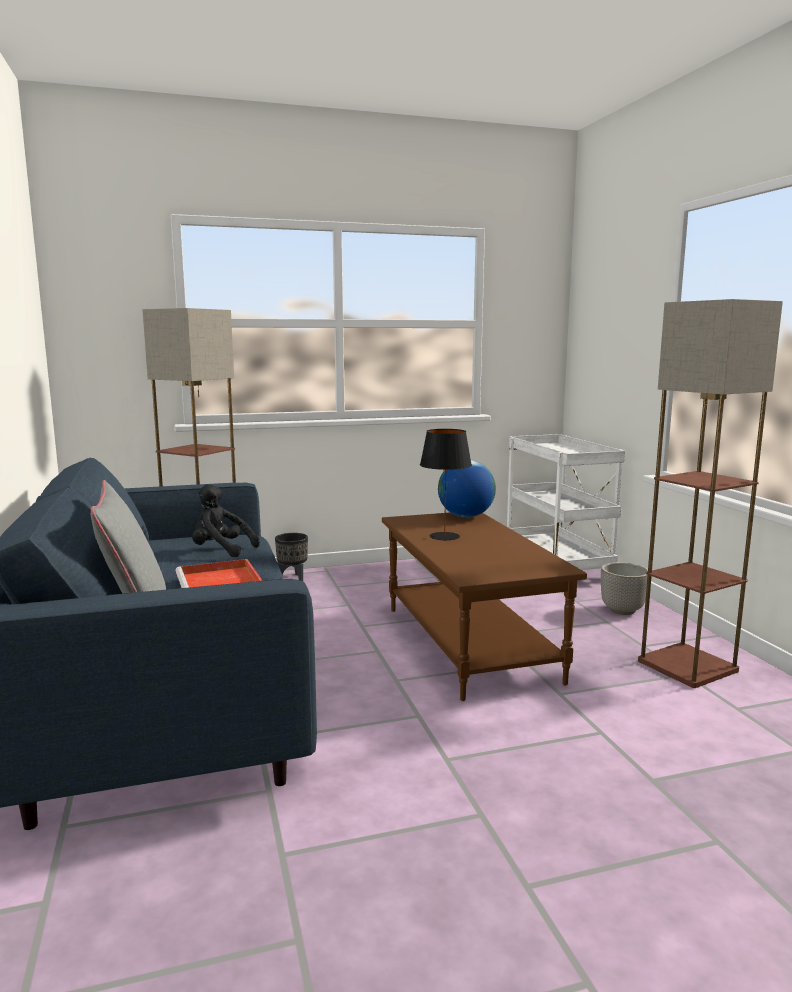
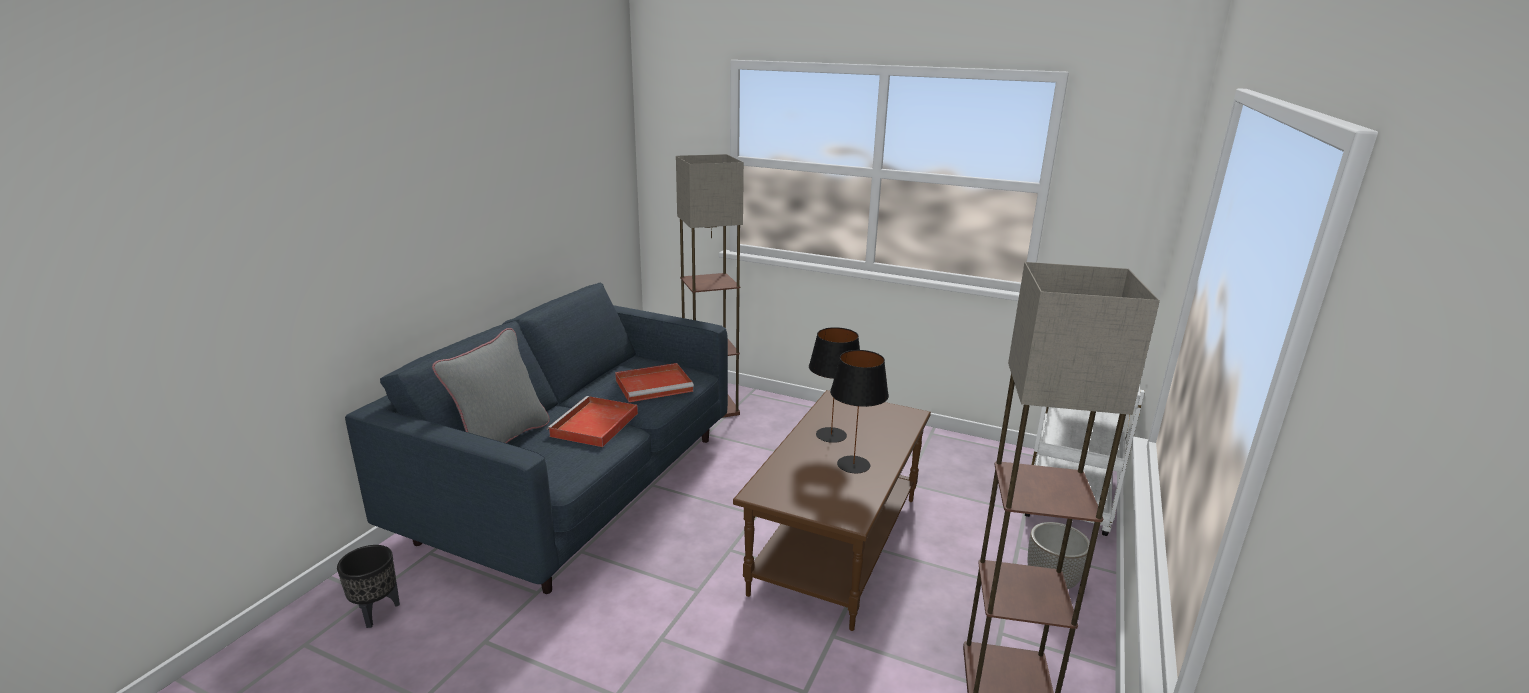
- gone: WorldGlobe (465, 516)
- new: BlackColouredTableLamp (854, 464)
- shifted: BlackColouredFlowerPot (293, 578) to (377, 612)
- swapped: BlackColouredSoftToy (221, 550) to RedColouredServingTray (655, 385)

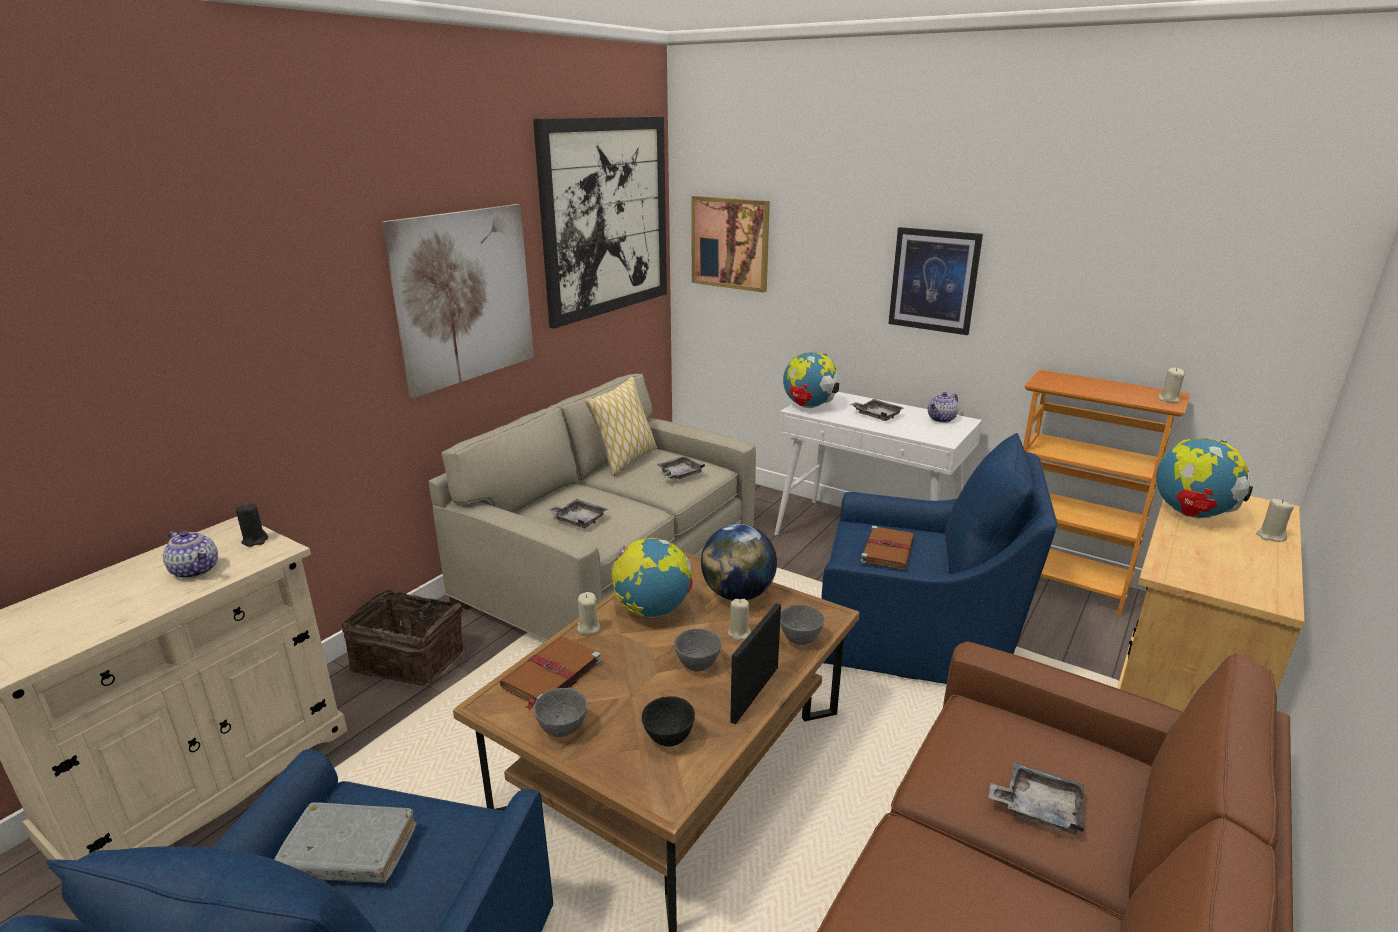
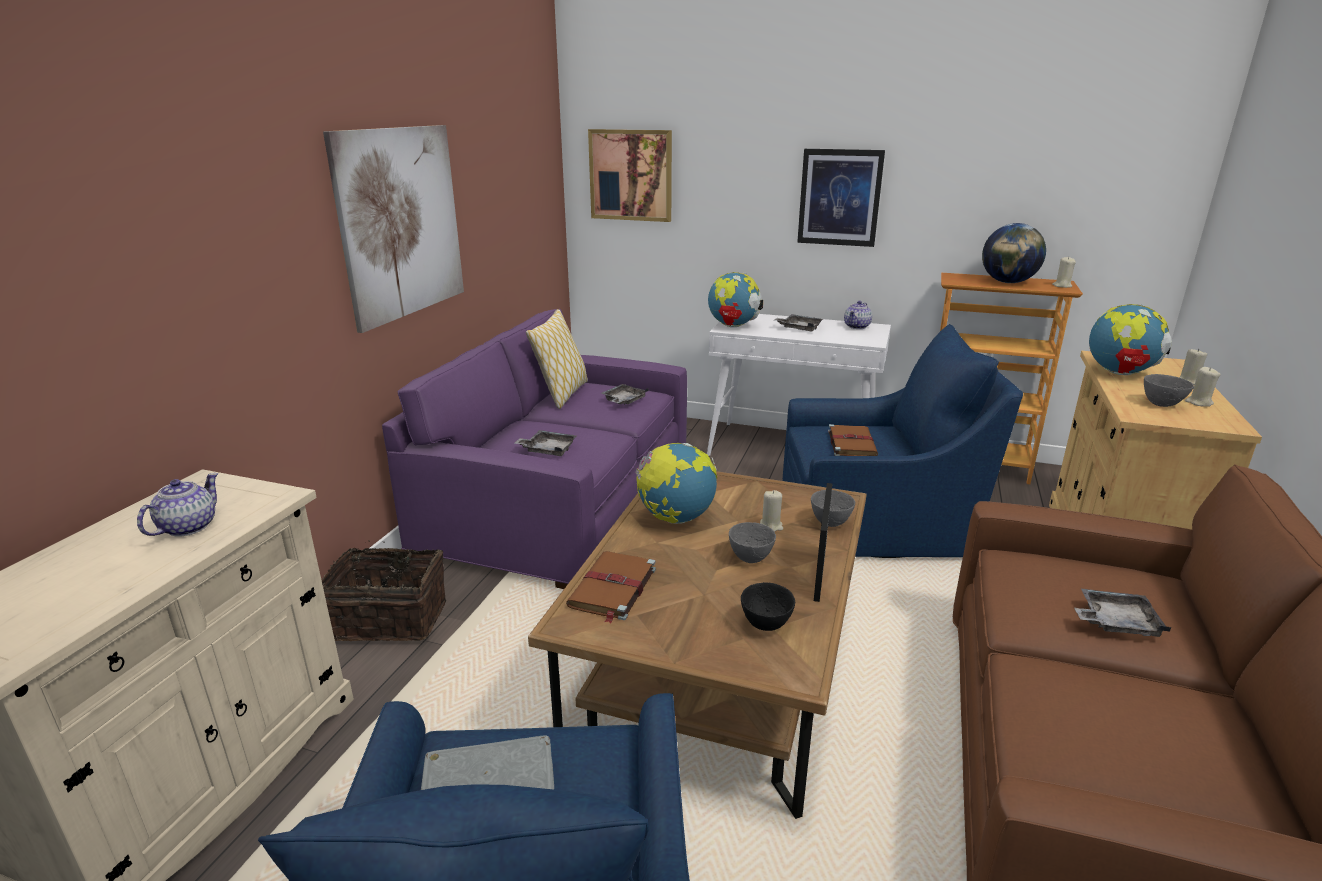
- gone: BlackColouredWaxCandle (255, 540)
- gone: WallPicture (606, 217)
- shifted: GrayServingBowl (563, 729) to (1161, 404)
- shifted: BeigeColouredWaxCandle (588, 628) to (1198, 403)
- shifted: WorldGlobe (738, 594) to (1008, 282)
- repainted: BeigeColouredSettee (610, 563) to PurplishSettee (560, 499)
- rotated: PotForTea (195, 570) = (187, 527) 90 degrees counterclockwise

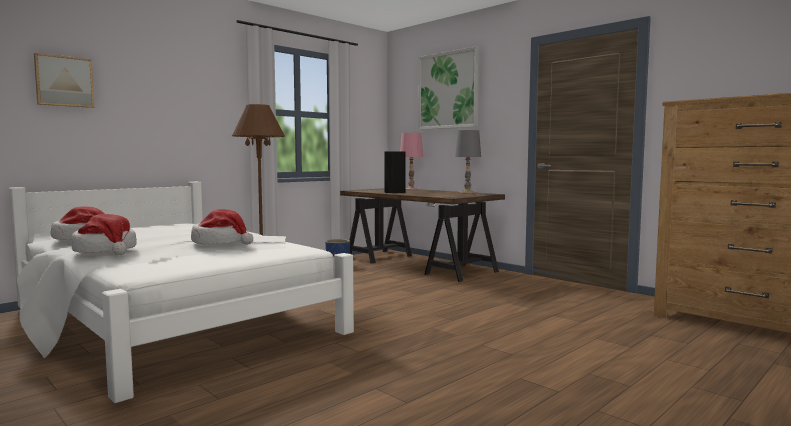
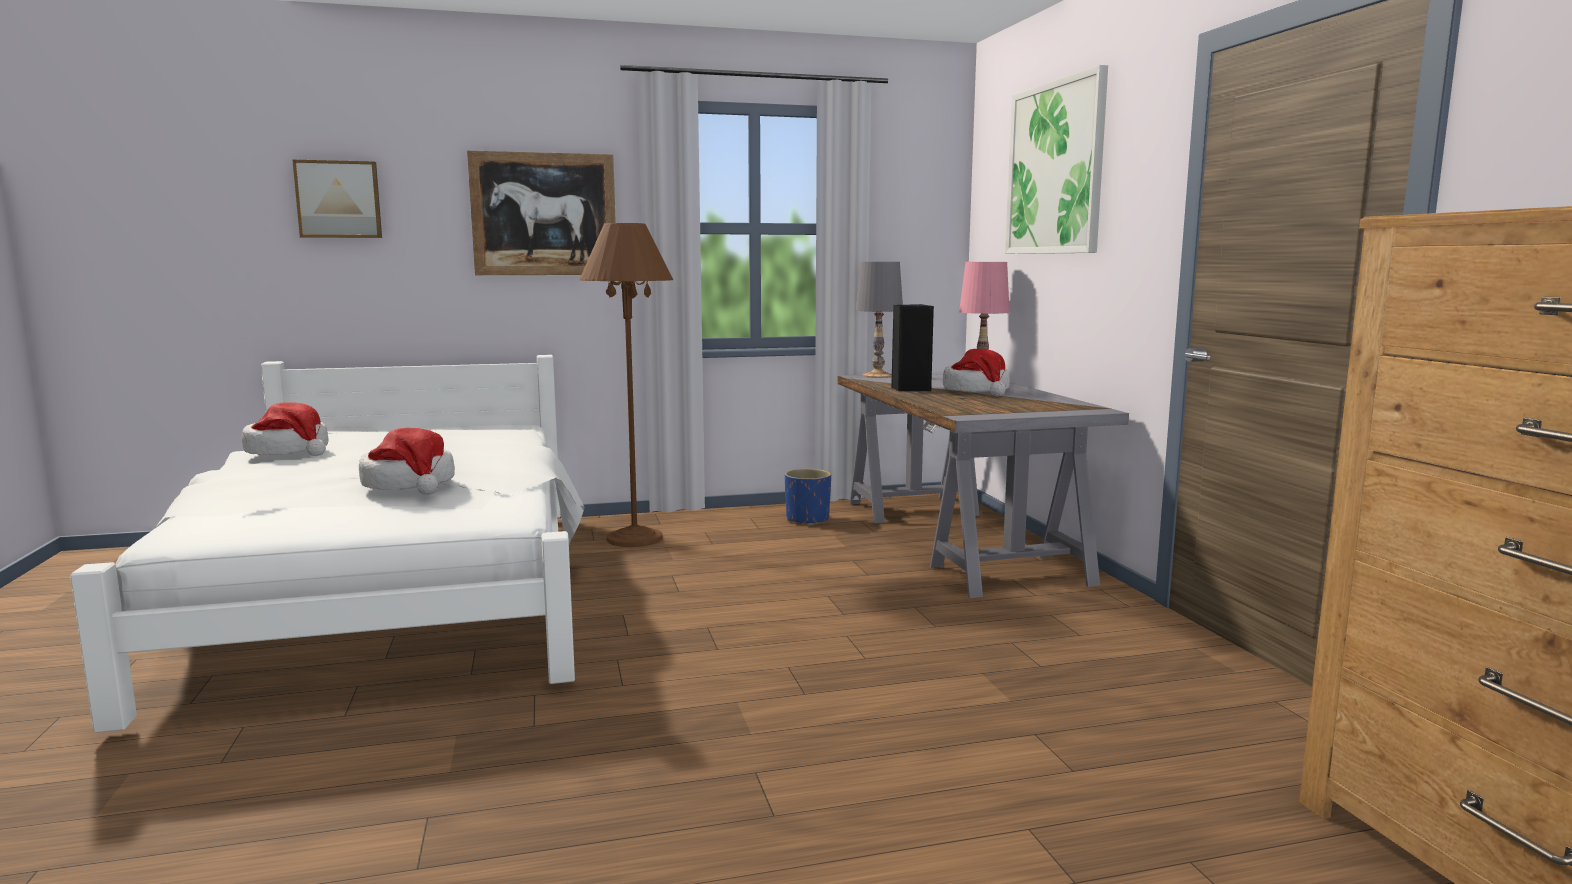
- new: WallPicture (544, 214)
- shifted: ClothingHat (106, 250) to (977, 391)
- shifted: GrayTableLamp (467, 192) to (878, 376)
- repainted: BrownColouredDesk (418, 264) to GrayDesk (958, 538)

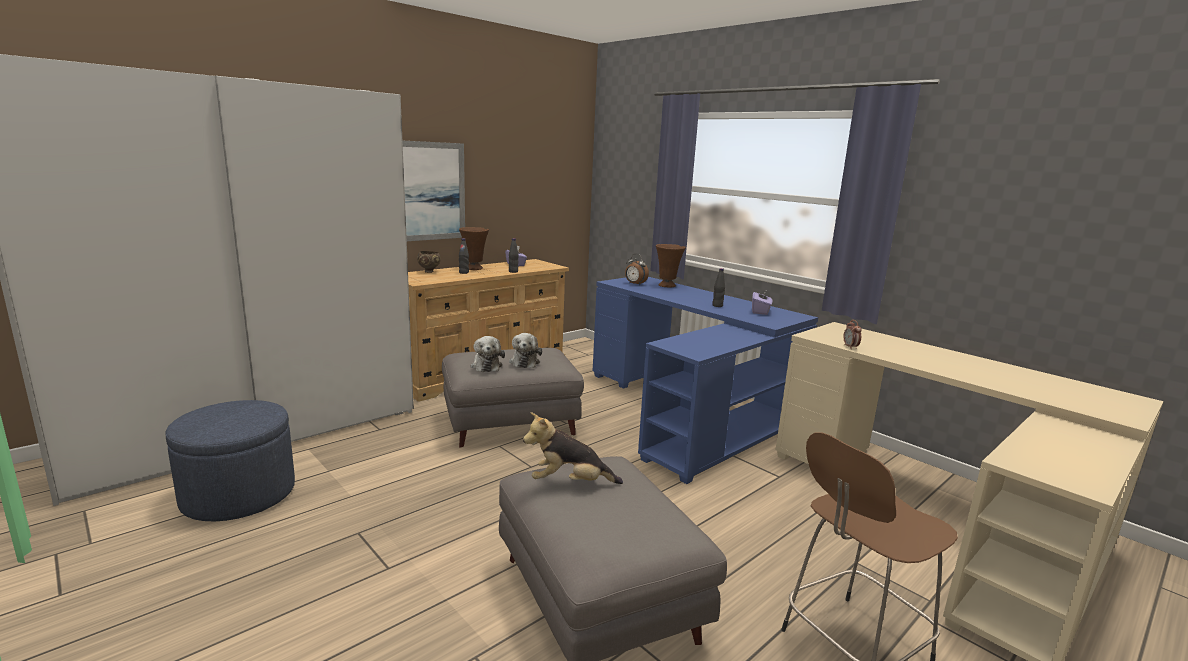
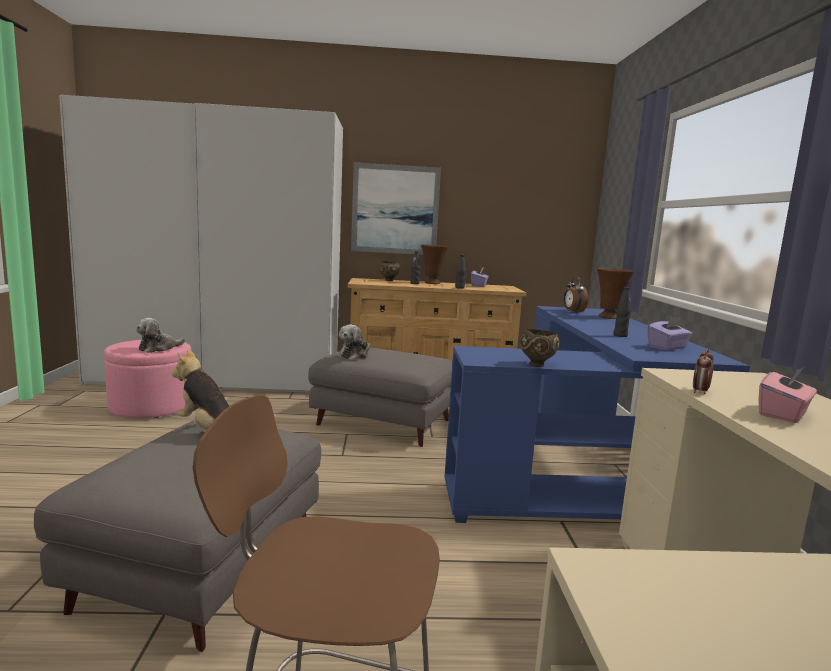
- new: BrownColouredServingBowl (537, 365)
- new: PinkishTissueBox (783, 414)
- shifted: SoftToy (525, 362) to (159, 348)
- repainted: BlueColouredOttoman (239, 495) to PinkishOttoman (151, 407)

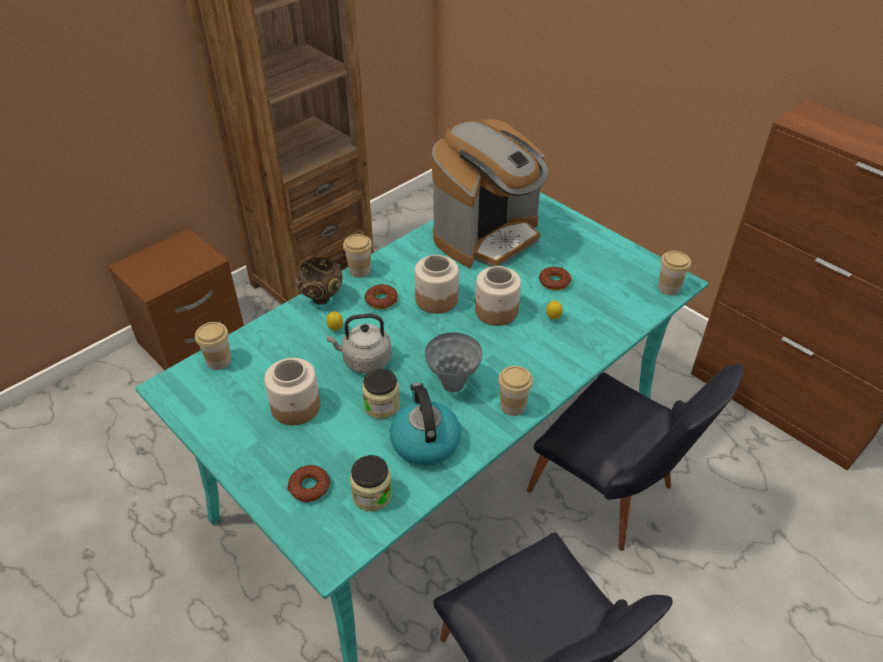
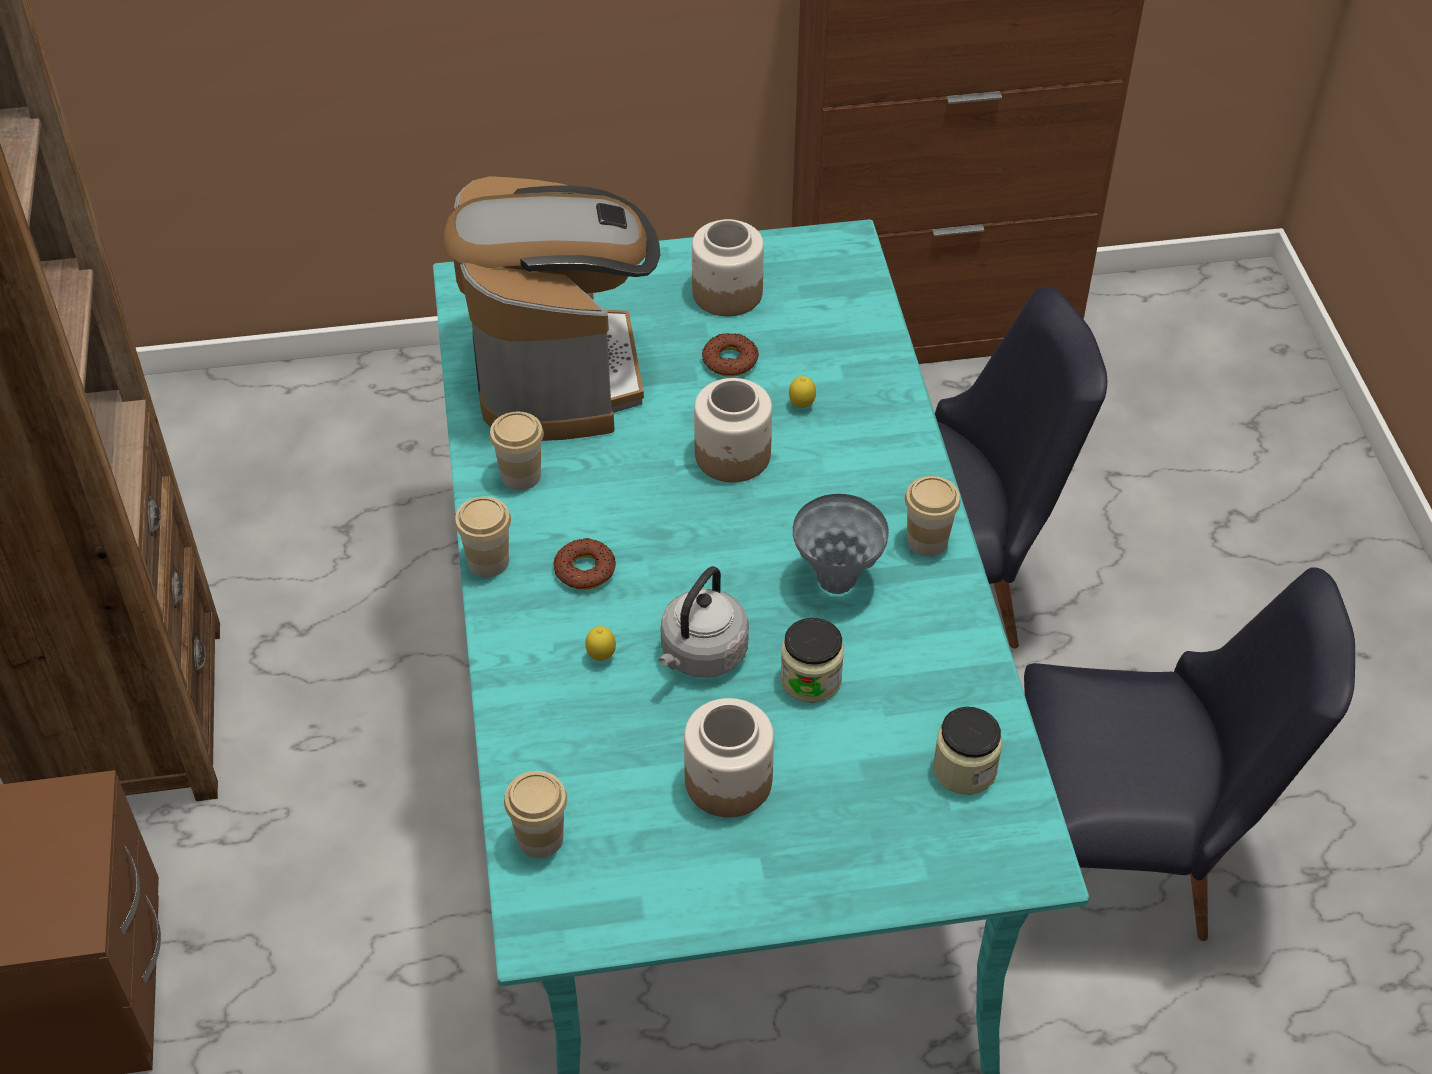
- gone: Donut (309, 487)
- gone: BrownColouredServingBowl (322, 299)
- gone: WaterKettle (424, 441)
- shifted: Jar (436, 299) to (726, 293)
- shifted: DrinkingCup (668, 288) to (521, 475)

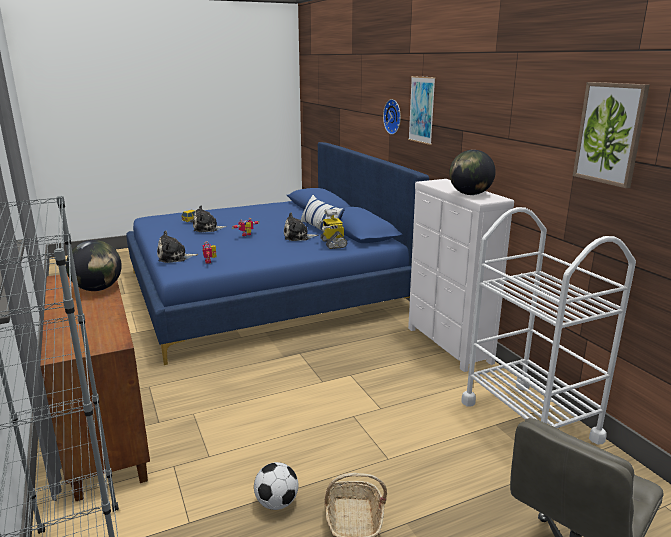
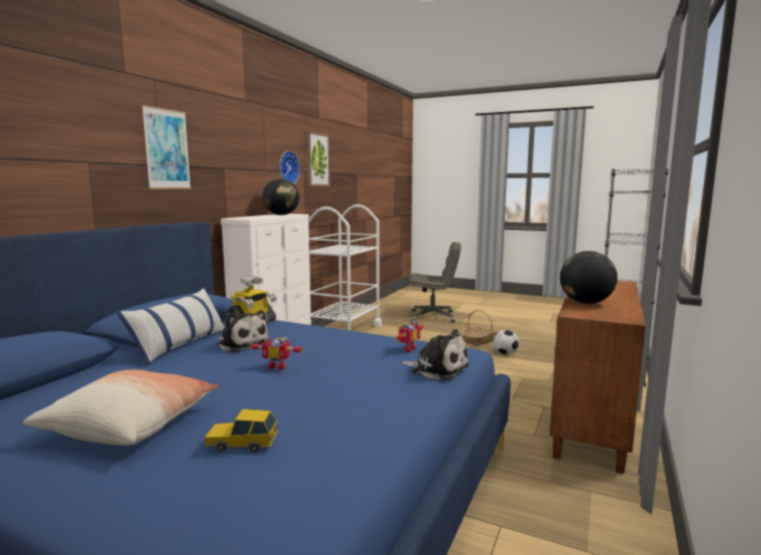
- gone: SoftToy (207, 228)
- new: ThrowPillow (131, 424)
- shifted: ClockOnTheWall (394, 116) to (287, 168)

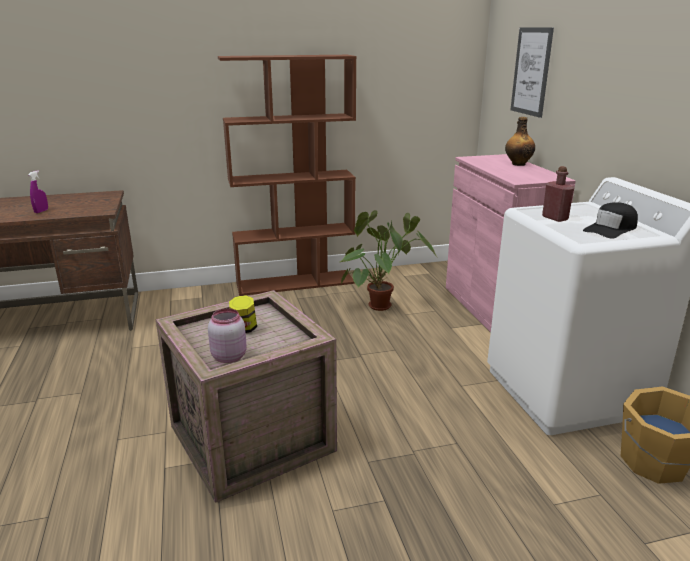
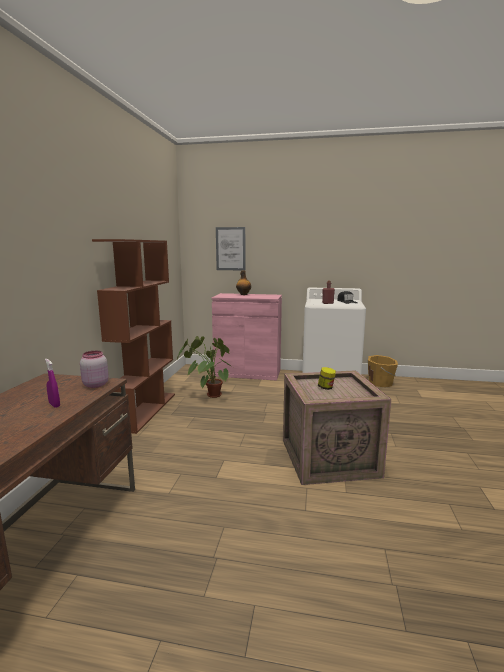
- shifted: PinkishJar (229, 356) to (95, 385)

